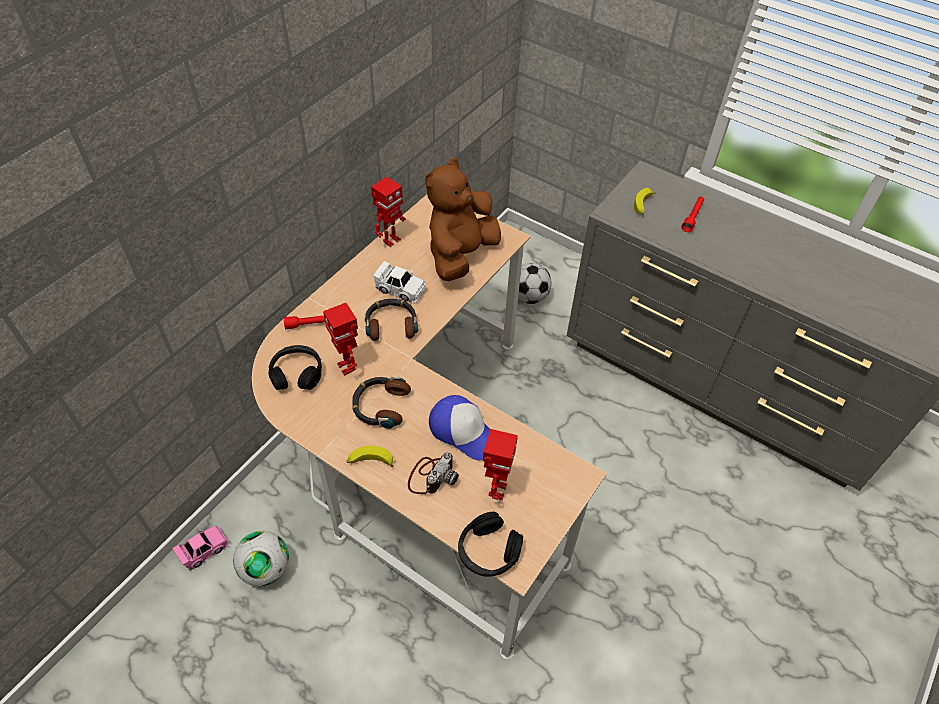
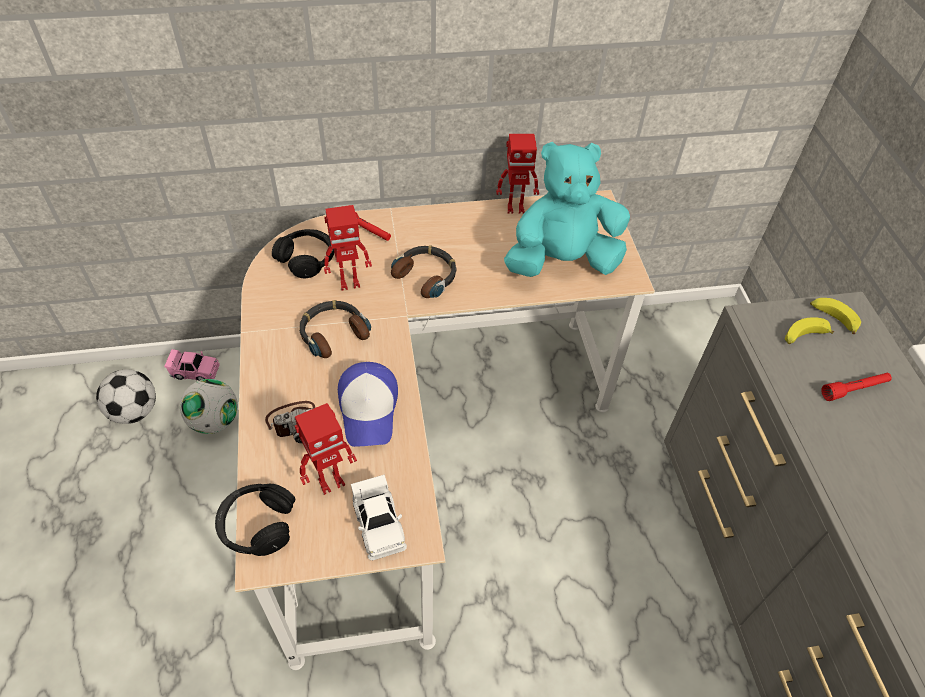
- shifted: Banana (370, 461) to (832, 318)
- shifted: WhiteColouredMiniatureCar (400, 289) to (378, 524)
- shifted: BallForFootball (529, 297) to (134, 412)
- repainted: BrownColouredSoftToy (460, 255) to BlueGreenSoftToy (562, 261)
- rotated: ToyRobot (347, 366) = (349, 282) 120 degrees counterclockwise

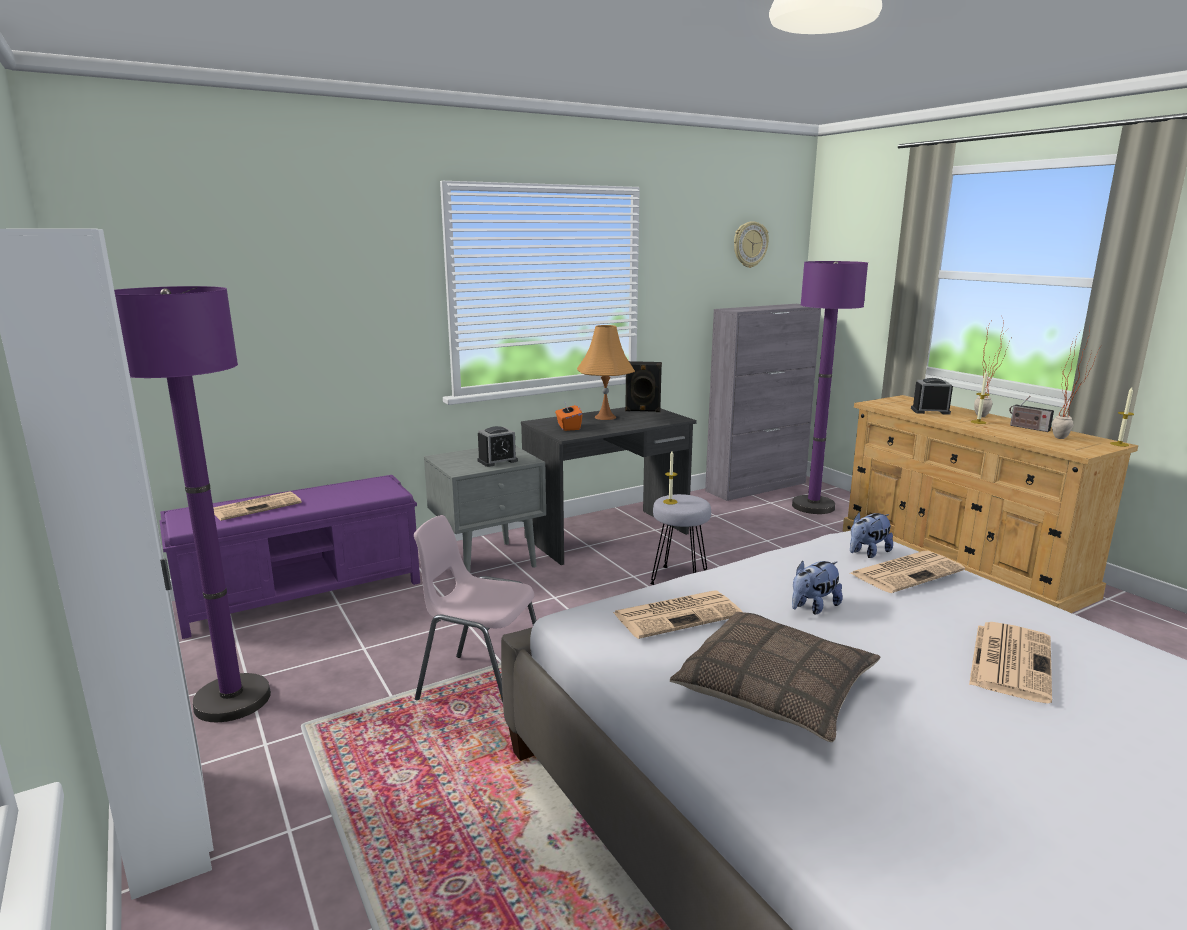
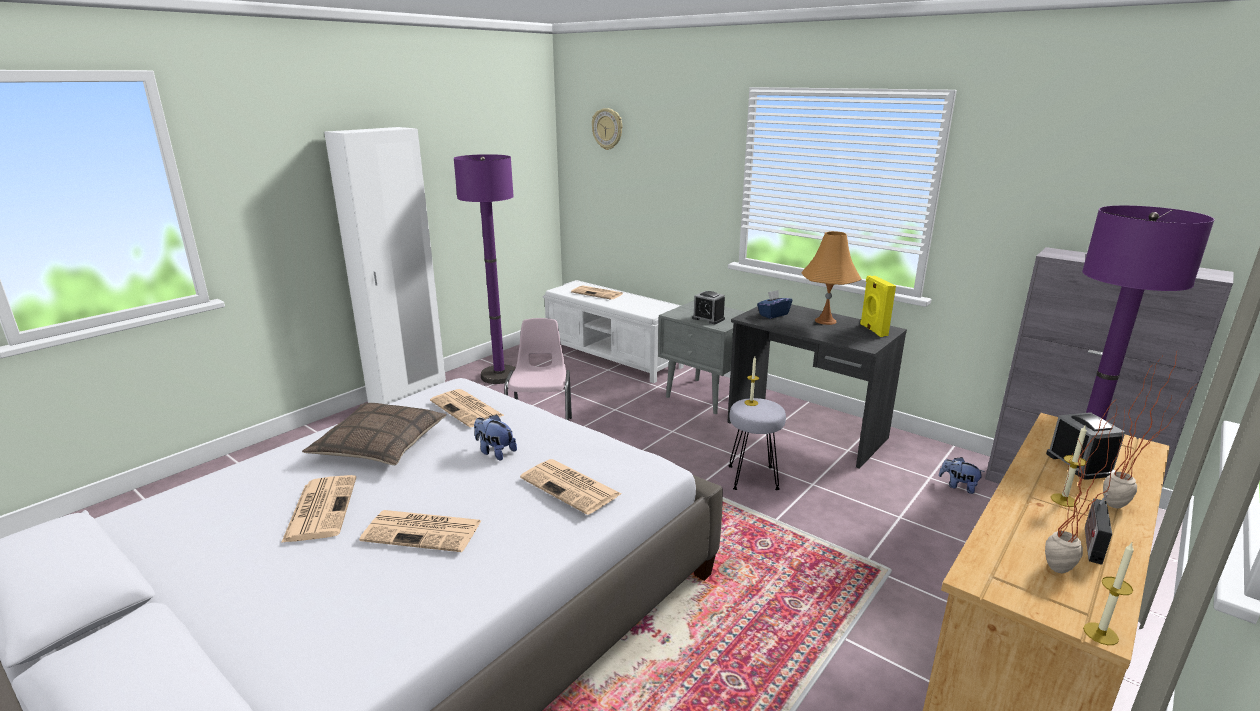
- new: DailyPaper (321, 508)
- shifted: ClockOnTheWall (749, 244) to (607, 129)
- shifted: SoftToy (867, 553) to (958, 486)
- repainted: PurplishLongSeat (304, 593) to WhiteColouredLongSeat (613, 357)
- repainted: OrangeColouredTissueBox (568, 427) to BlueColouredTissueBox (773, 314)
- repainted: BlackColouredSpeaker (642, 411) to YellowishSpeaker (872, 330)

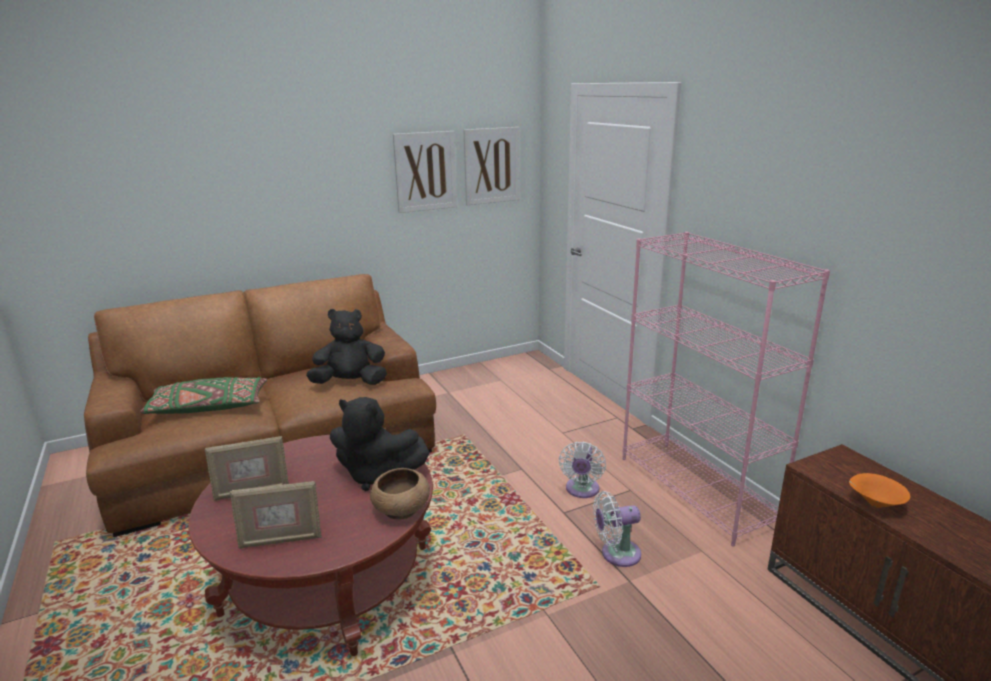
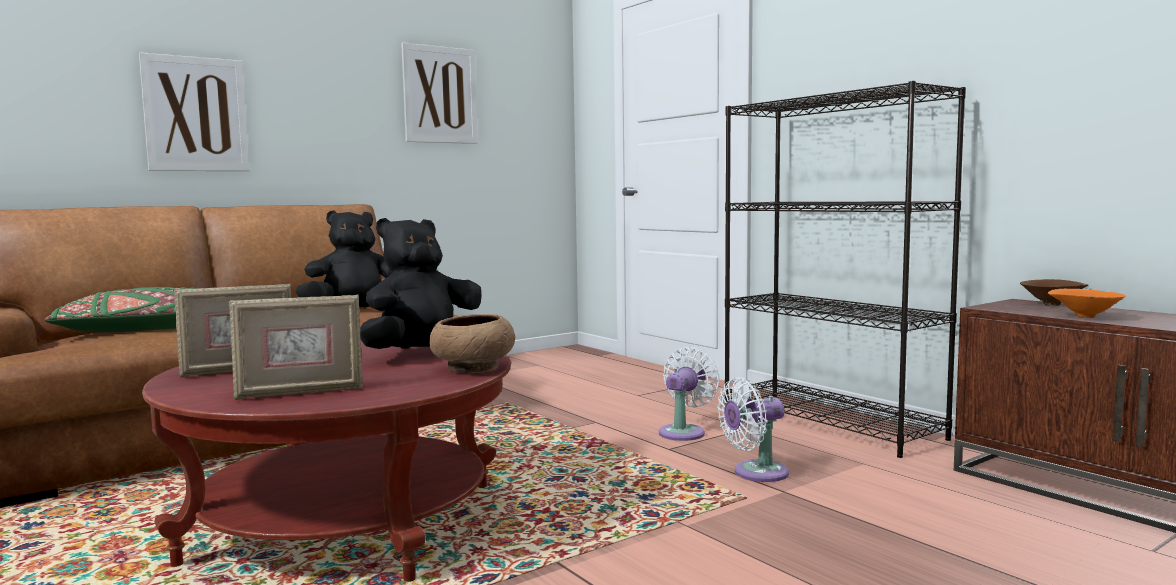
- new: BrownColouredServingBowl (1053, 305)
- shifted: WallPicture (492, 165) to (196, 114)
- repainted: PinkishShelvingUnit (697, 489) to BlackColouredShelvingUnit (830, 423)
- rotated: BlackColouredSoftToy (377, 474) = (424, 354) 135 degrees clockwise
- rotated: WhiteColouredCoolingFan (582, 490) = (684, 432) 150 degrees counterclockwise

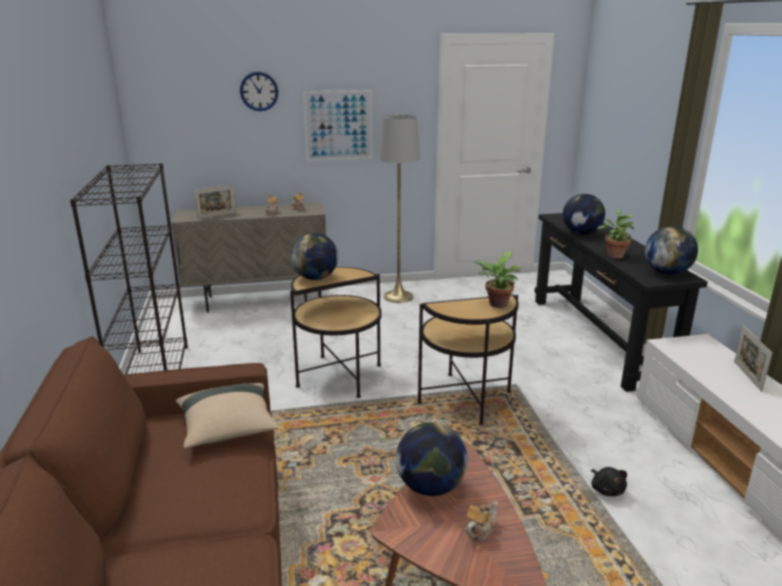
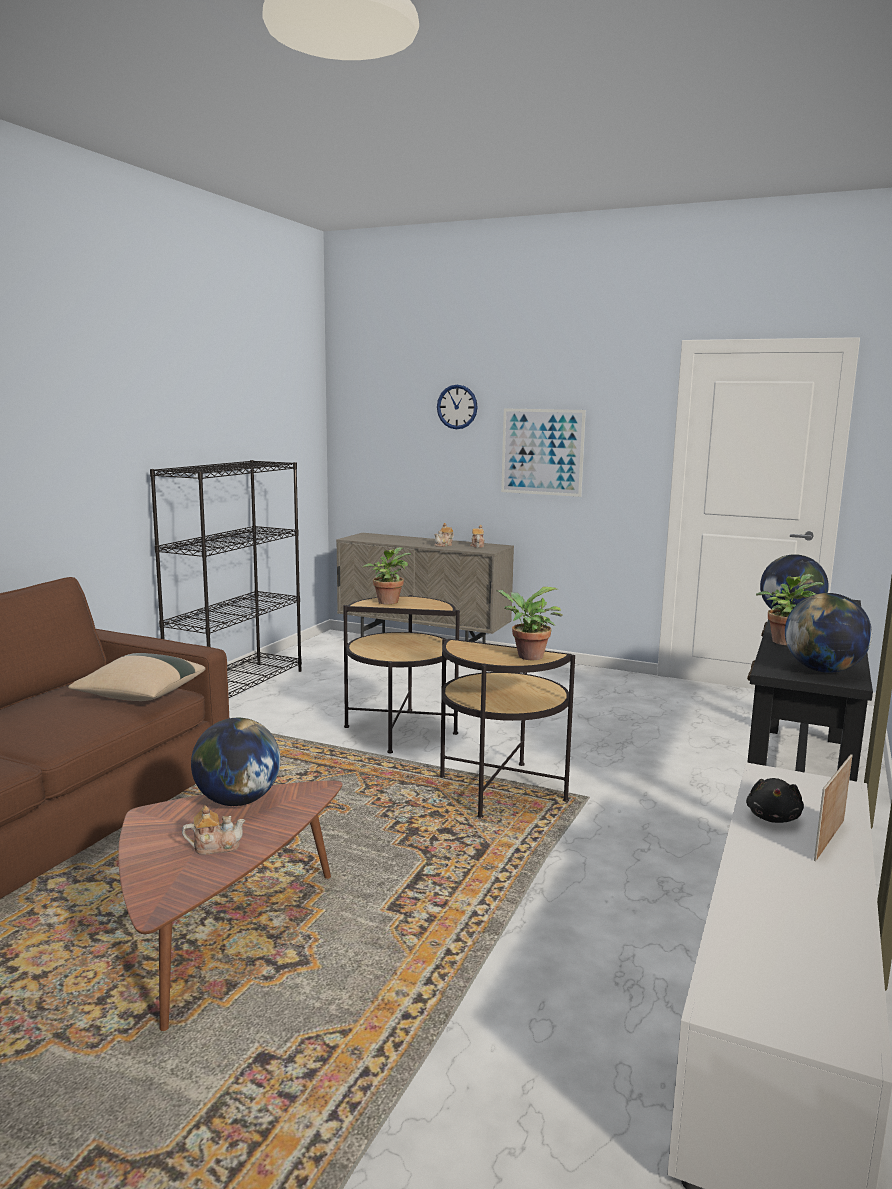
- gone: PictureFrame (217, 215)
- gone: GrayFloorLamp (398, 296)
- shifted: BlackColouredSoftToy (606, 489) to (773, 817)
- swapped: WorldGlobe (315, 278) to Houseplant (388, 601)

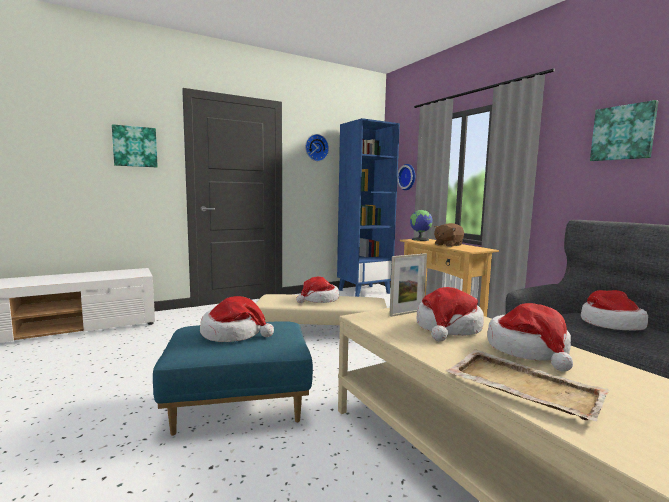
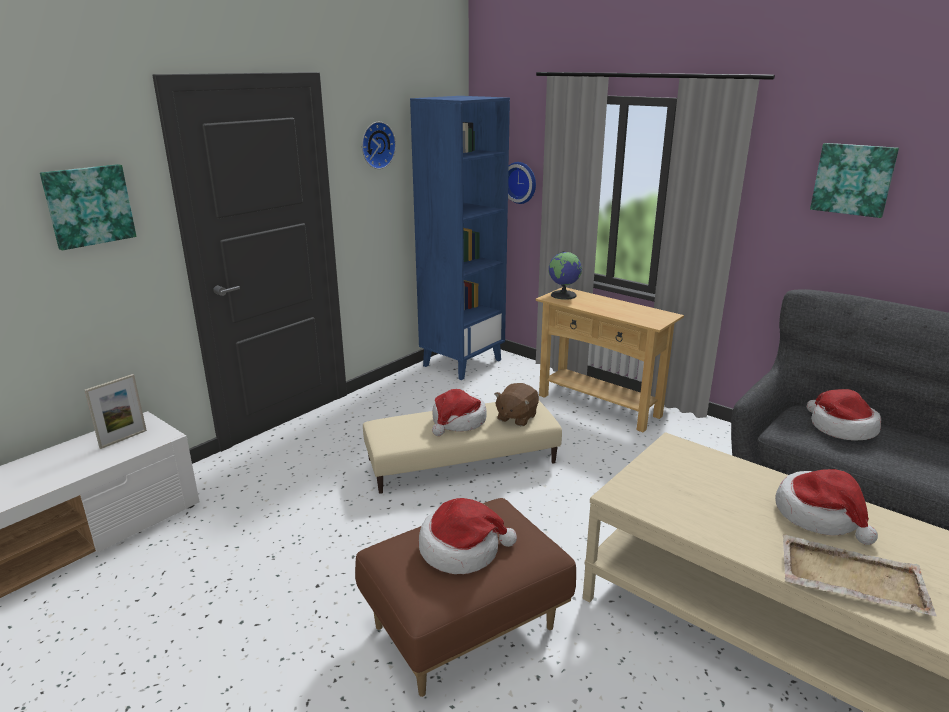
- gone: ClothingHat (448, 328)
- shifted: PictureFrame (407, 313) to (123, 439)
- shifted: BrownColouredSoftToy (448, 245) to (516, 417)
- repainted: BlueColouredOttoman (237, 408) to BrownColouredOttoman (464, 630)

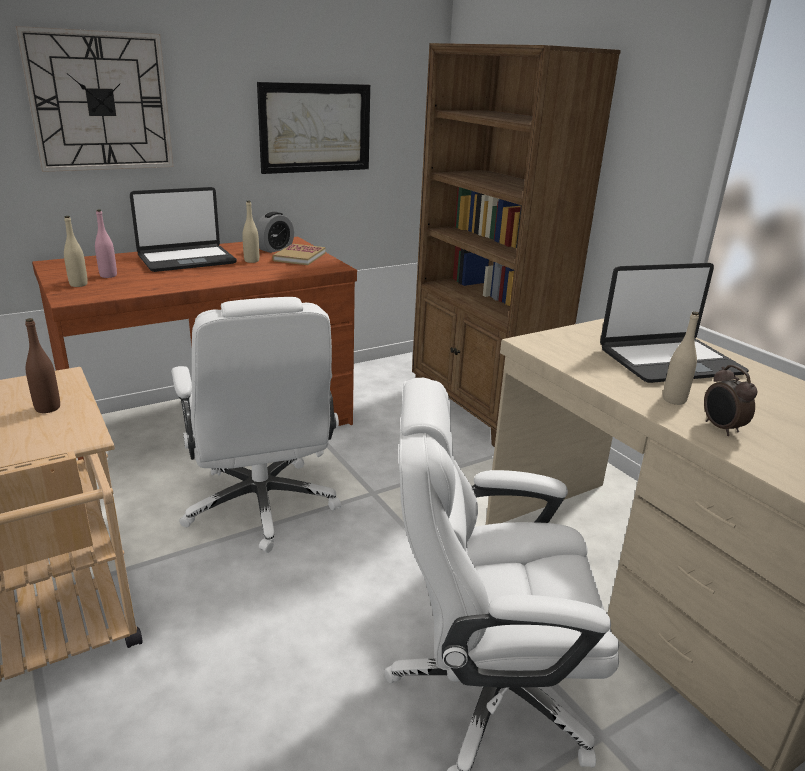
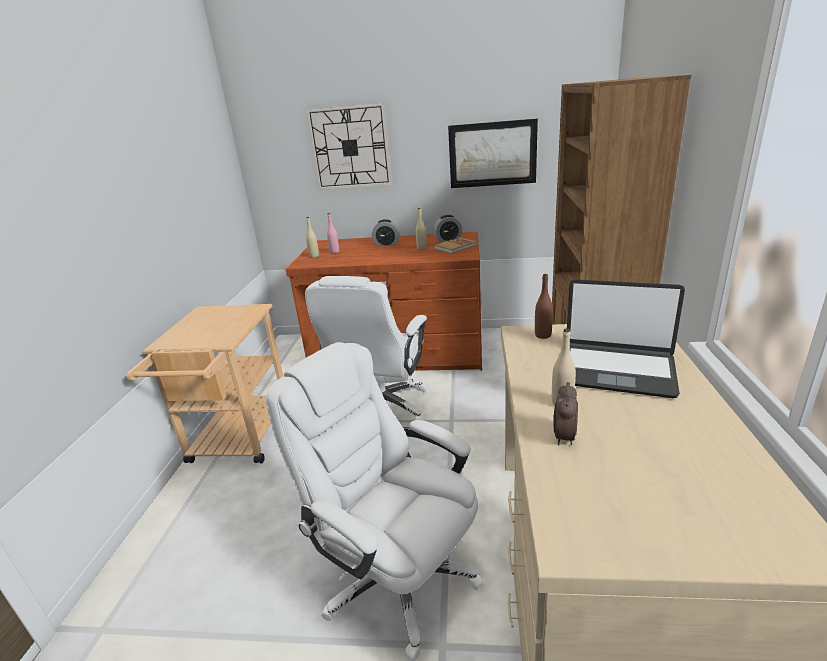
- shifted: BrownColouredDrinkBottle (47, 408) to (543, 335)
- swapped: NotebookComputer (186, 260) to BedsideClock (387, 244)

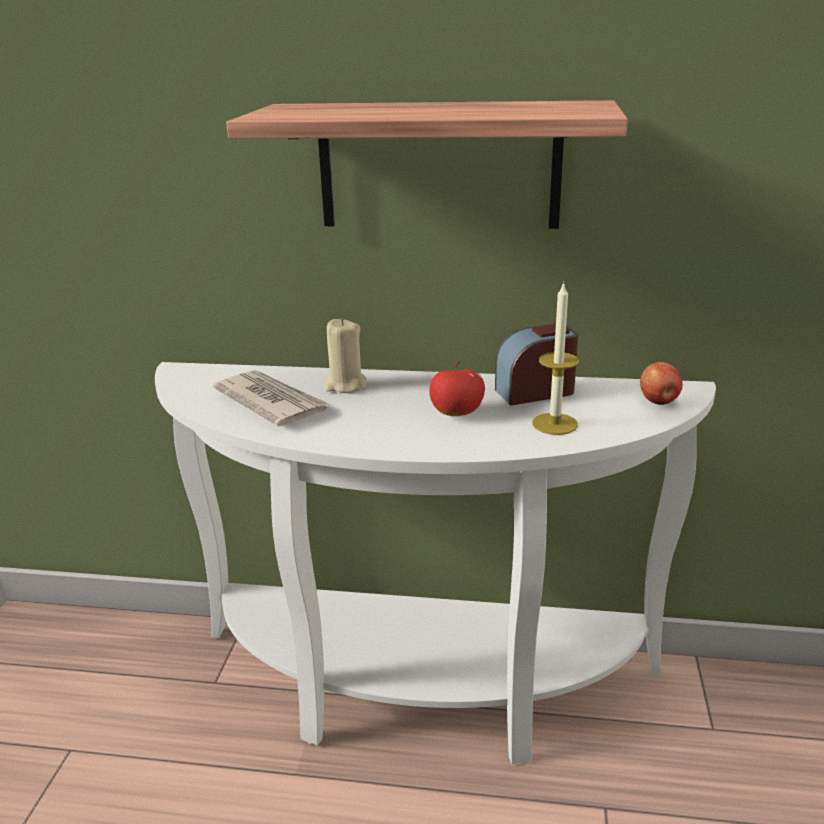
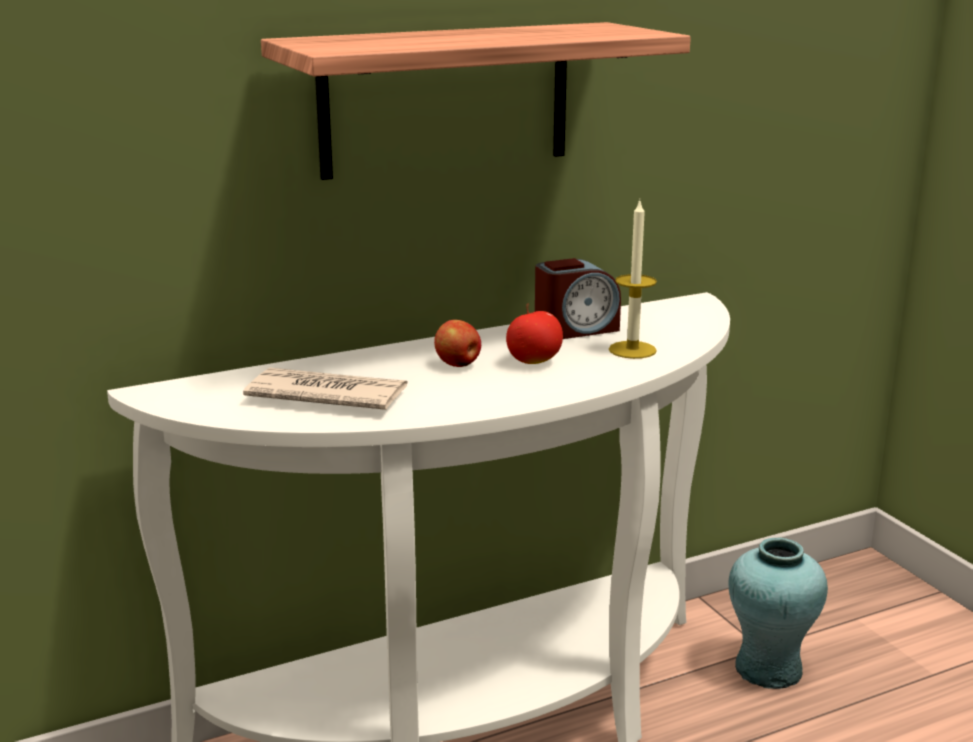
- gone: BeigeColouredWaxCandle (345, 385)
- new: BlueGreenDecorativeVase (767, 669)
- shifted: WholeApple (659, 402) to (458, 365)
- rotated: BedsideClock (535, 391) = (575, 329) 150 degrees counterclockwise

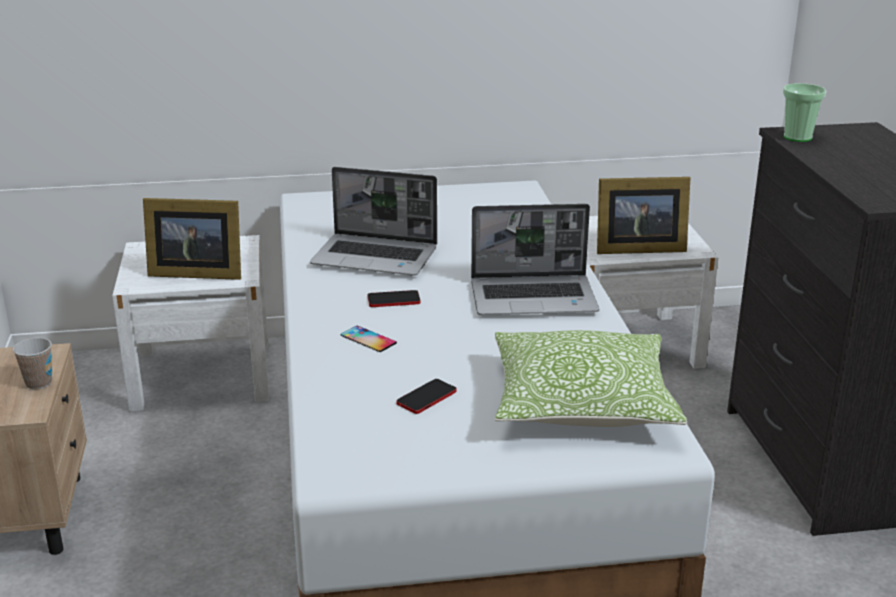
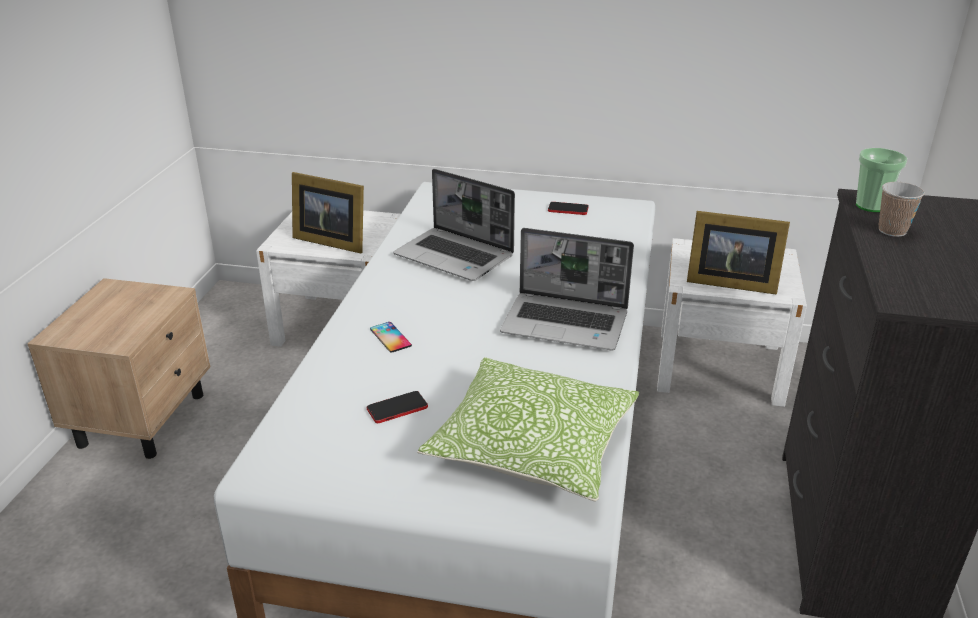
- shifted: DrinkingCup (39, 383) to (892, 231)
- shifted: Phone (393, 300) to (568, 209)

